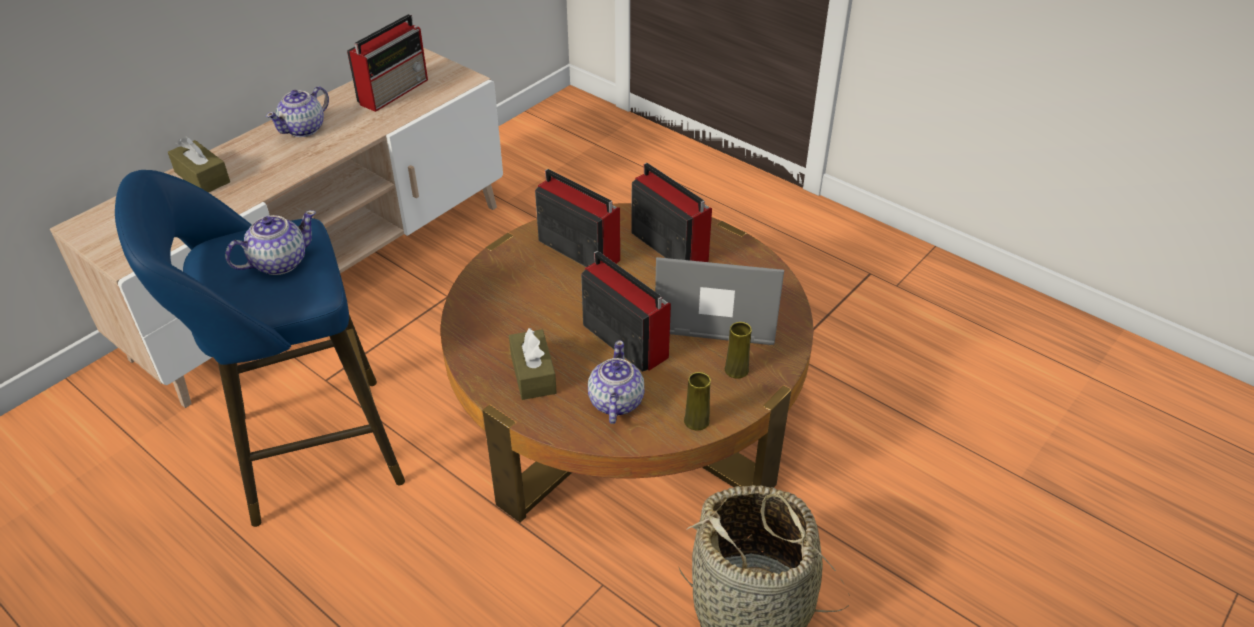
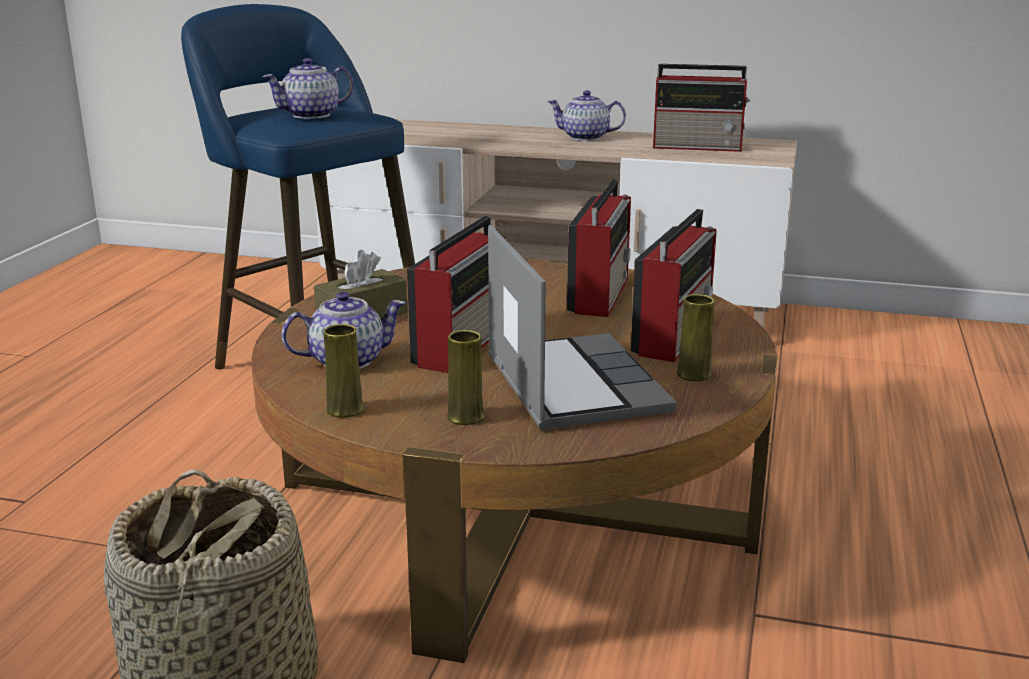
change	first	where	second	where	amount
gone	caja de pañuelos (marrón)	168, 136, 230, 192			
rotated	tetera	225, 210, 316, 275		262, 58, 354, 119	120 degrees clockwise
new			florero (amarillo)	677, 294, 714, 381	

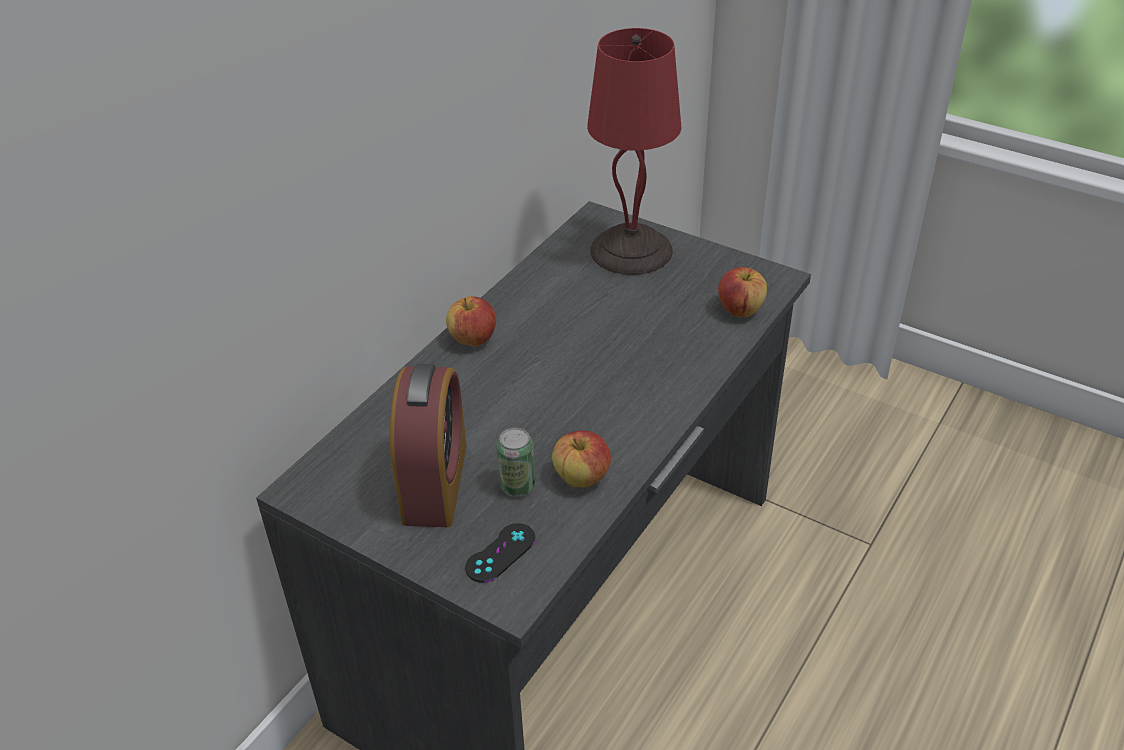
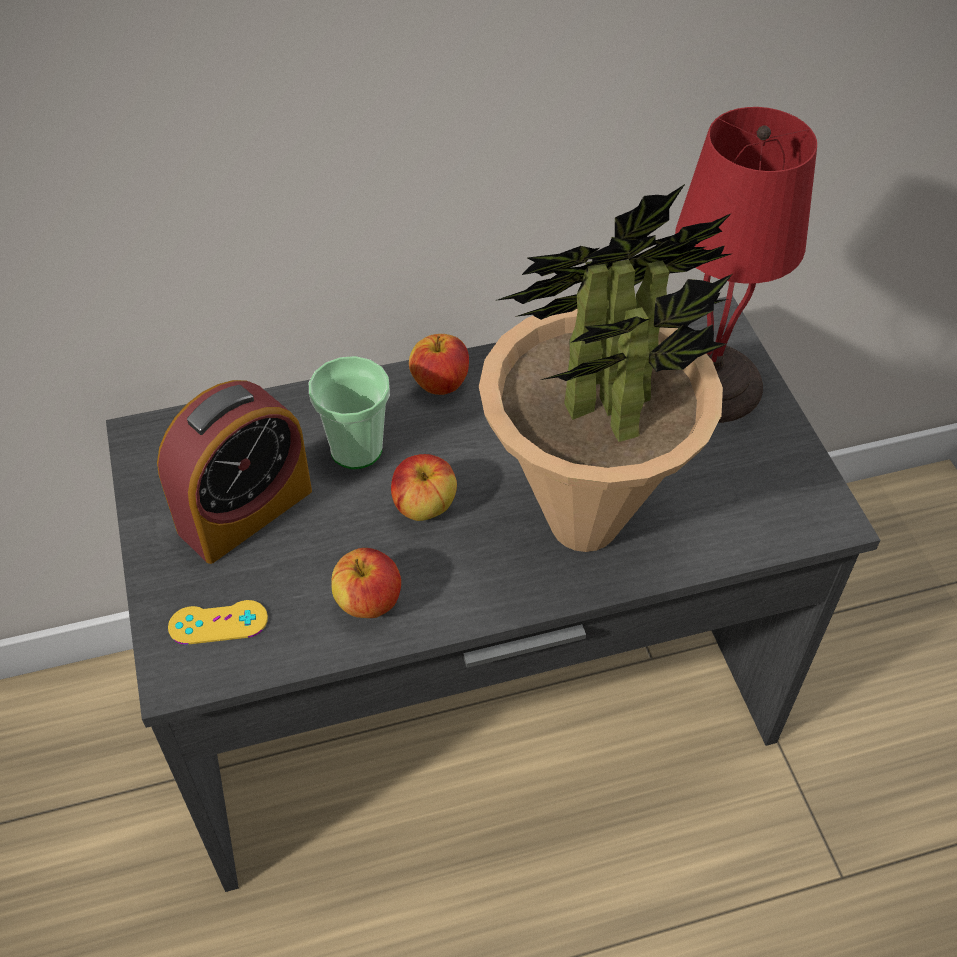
change	first	where	second	where	amount
shifted	manzana	718, 267, 767, 317		391, 454, 457, 521	
gone	lata	497, 427, 535, 497			
repainted	mando de consola (negro)	465, 523, 536, 583	mando de consola (amarillo)	168, 600, 268, 645	
new			planta en maceta	479, 184, 732, 552	
new			taza	309, 356, 390, 469	

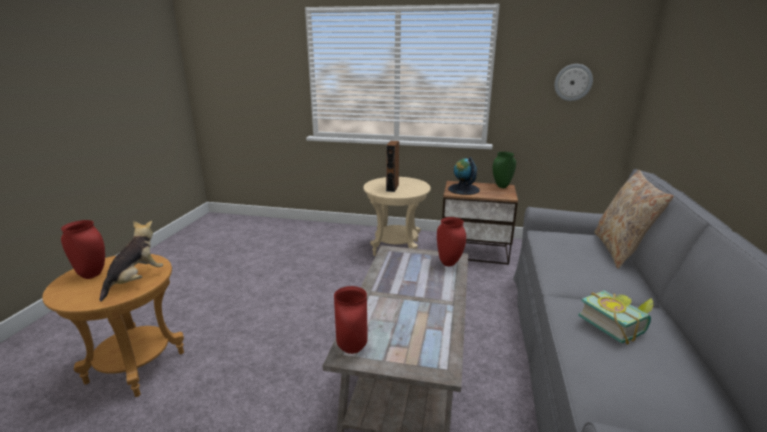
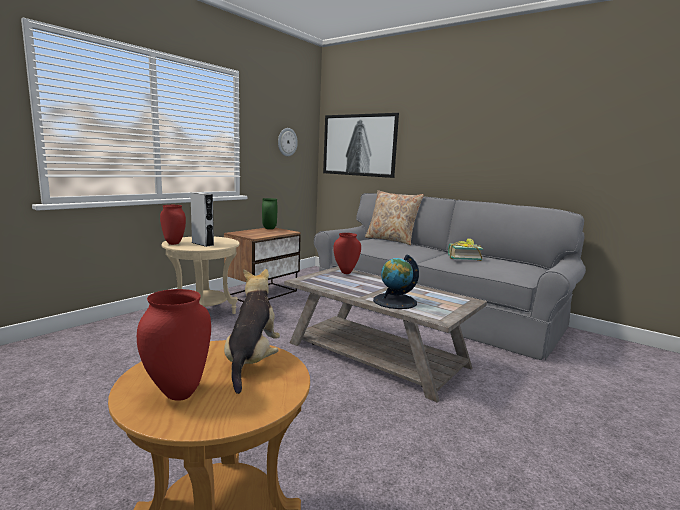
change	first	where	second	where	amount
repainted	altavoz (marrón)	386, 141, 399, 192	altavoz (gris)	190, 192, 214, 247	
shifted	globo terráqueo	448, 157, 480, 195		373, 254, 419, 309	
rotated	peluche	100, 221, 163, 302		224, 269, 280, 394	45 degrees clockwise
shifted	florero (rojo)	334, 286, 368, 354		160, 205, 186, 245	
new			cuadro	323, 113, 399, 178	

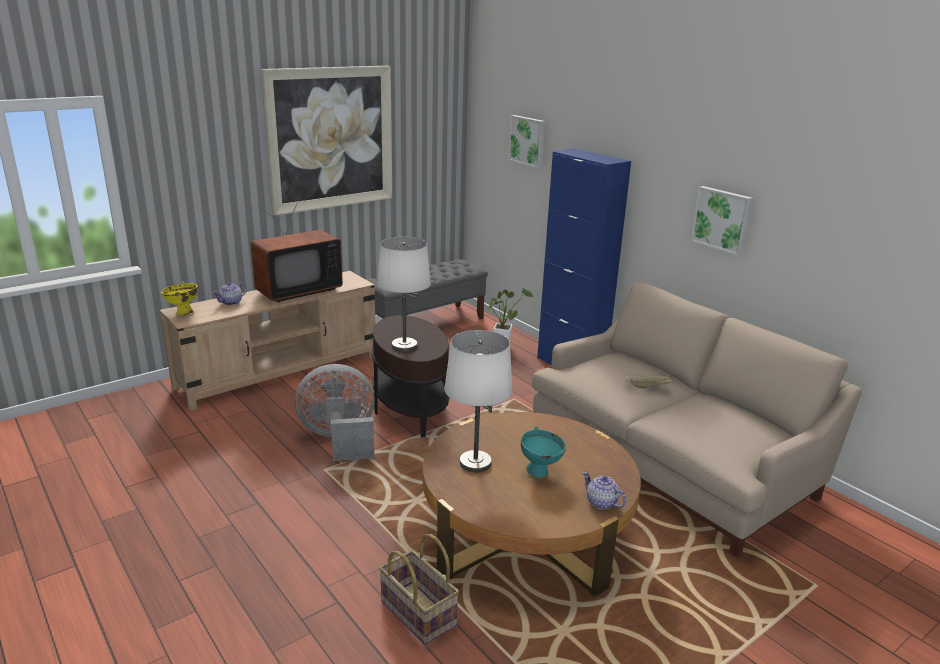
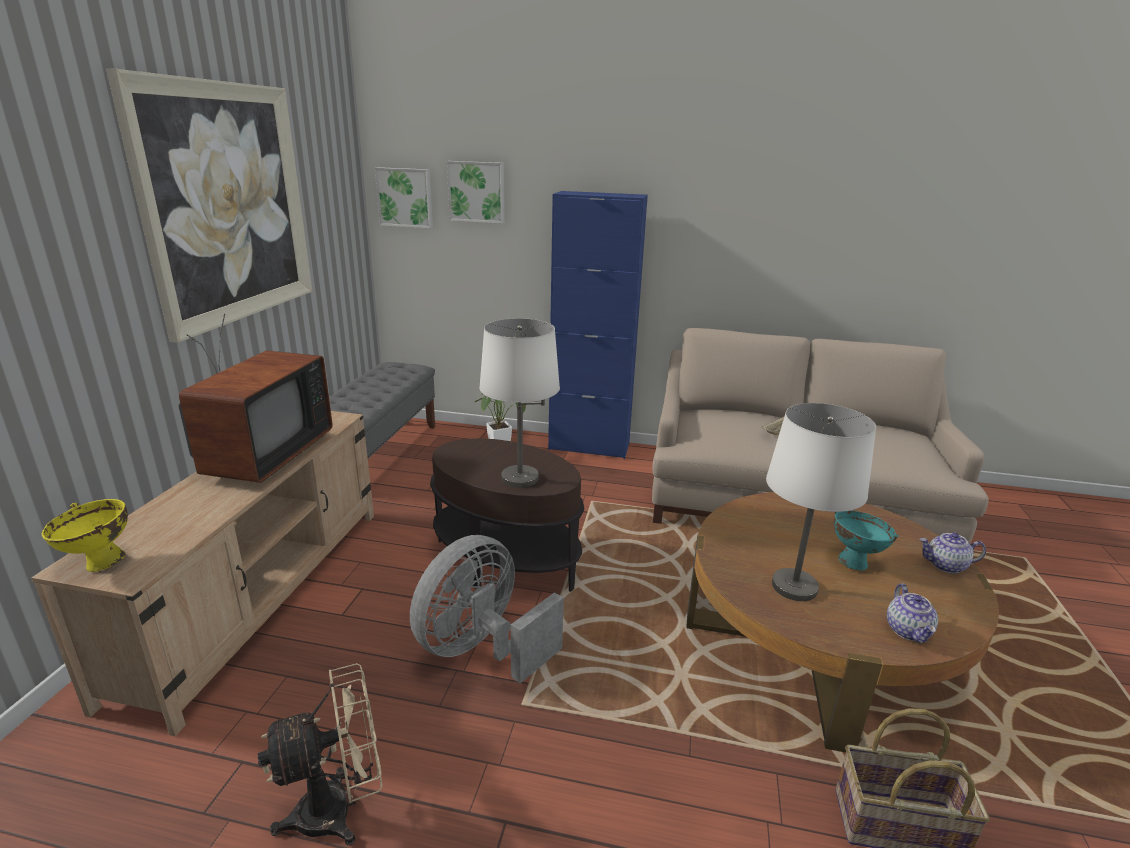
change	first	where	second	where	amount
shifted	cuadro	691, 186, 753, 255		375, 167, 433, 228	
shifted	tetera	213, 282, 247, 305		887, 584, 938, 643	
new			ventilador (beis)	258, 663, 382, 845	

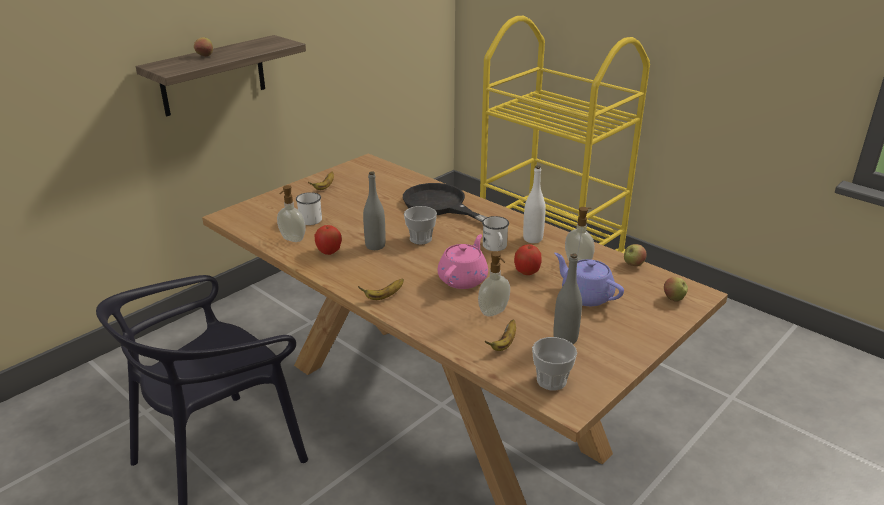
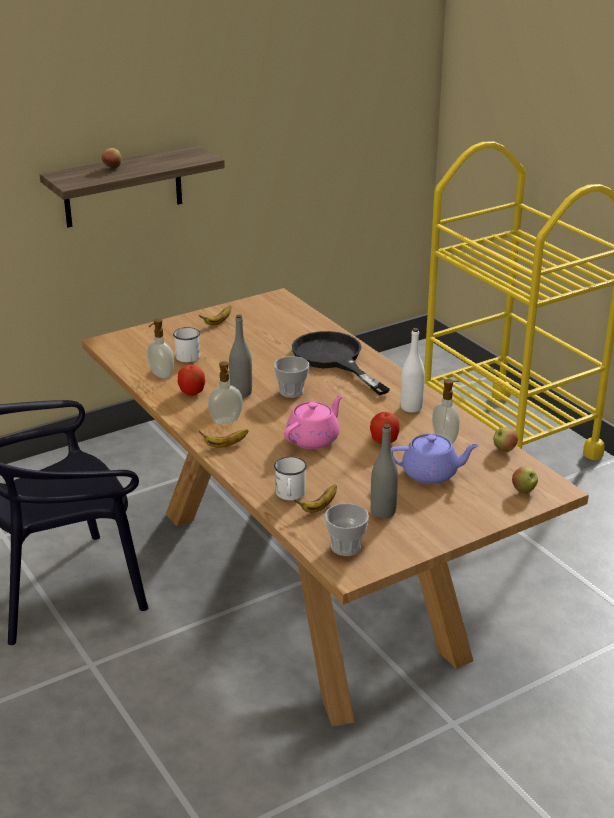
change	first	where	second	where	amount
shifted	taza grande (blanco)	482, 216, 509, 251		274, 457, 307, 500	
shifted	dispensador de jabón	478, 251, 510, 316		208, 361, 243, 424	
rotated	tetera (morado)	554, 253, 624, 306		391, 434, 480, 484	120 degrees clockwise

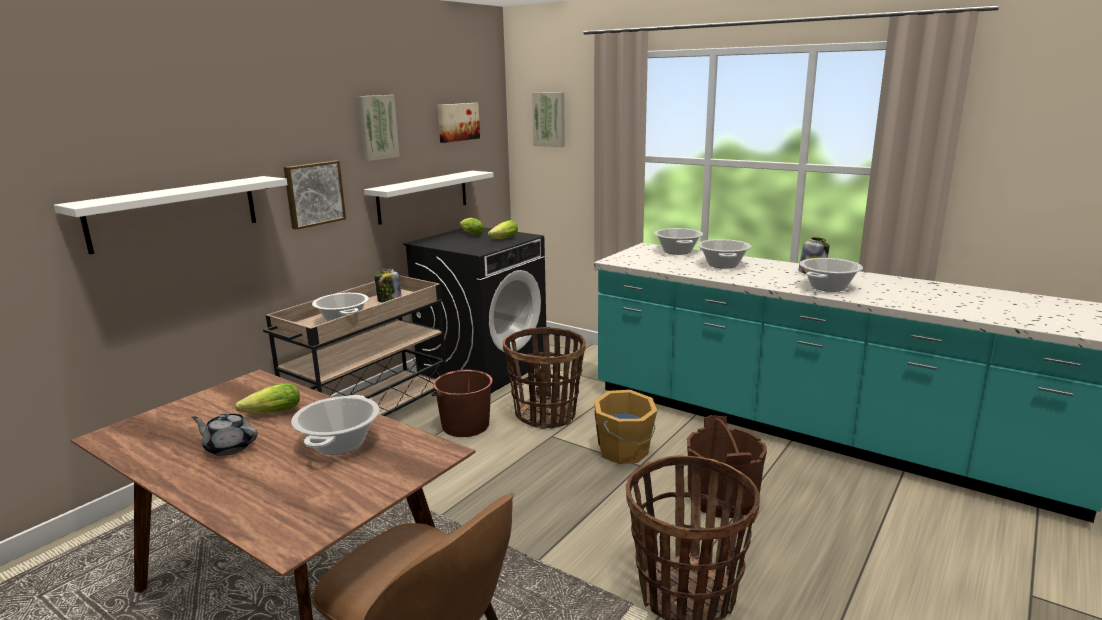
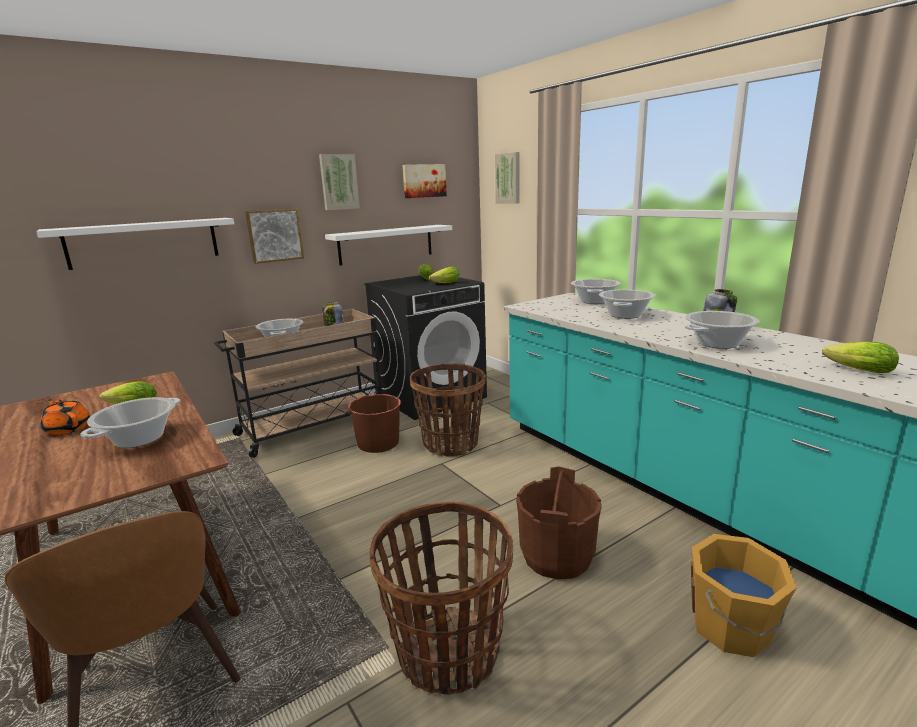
change	first	where	second	where	amount
shifted	cubo (naranja)	594, 390, 657, 464		691, 534, 797, 657	
repainted	tetera (gris)	191, 413, 258, 456	tetera (naranja)	40, 399, 90, 435	
new			lechuga	822, 342, 899, 373	

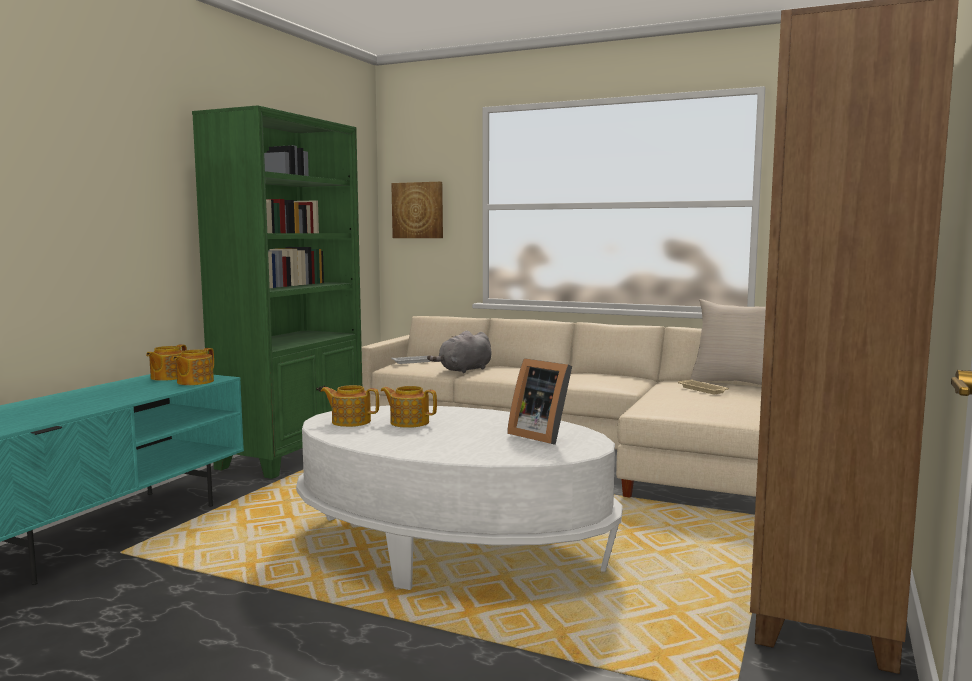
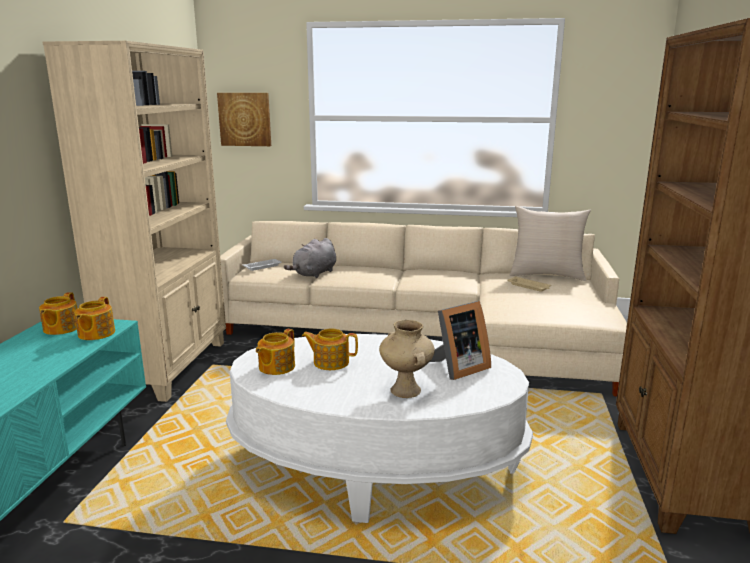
change	first	where	second	where	amount
repainted	estantería (verde)	192, 105, 362, 479	estantería (beis)	43, 41, 226, 402	
rotated	portarretratos	507, 358, 572, 445		430, 301, 491, 380	60 degrees counterclockwise
rotated	tetera	321, 385, 379, 427		256, 329, 295, 375	60 degrees counterclockwise
new			florero (beis)	379, 320, 435, 398	

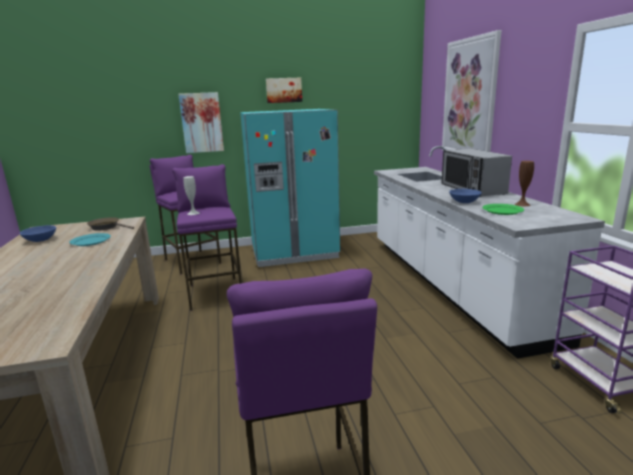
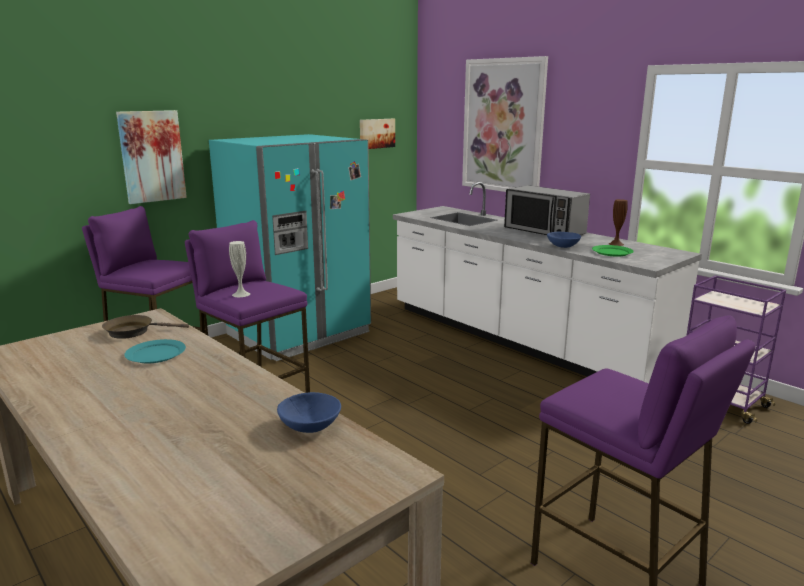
change	first	where	second	where	amount
shifted	cuadro	266, 78, 302, 103		360, 119, 395, 149	
shifted	cuenco (azul)	20, 225, 56, 242		277, 392, 341, 433	

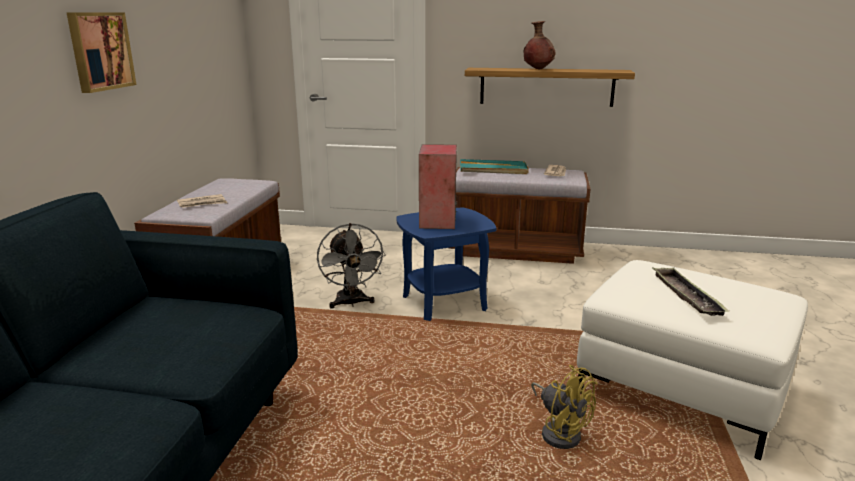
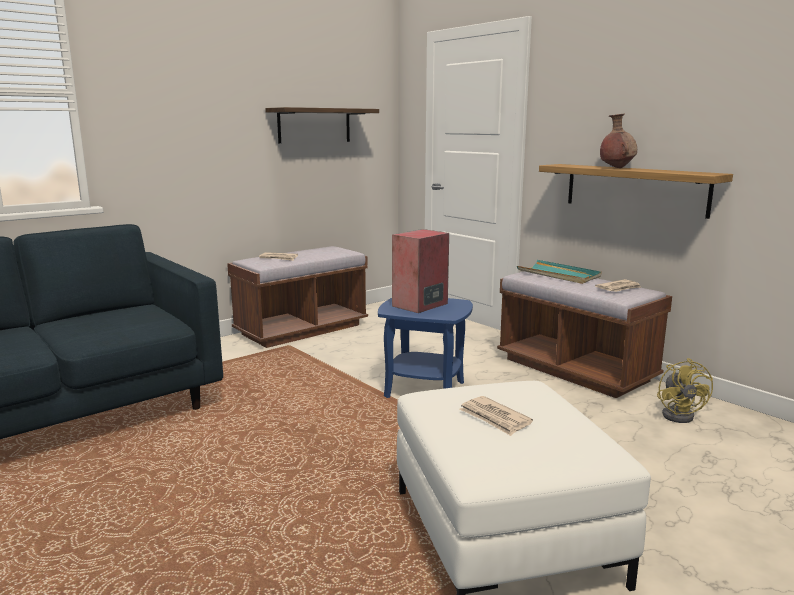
change	first	where	second	where	amount
gone	cuadro	66, 12, 137, 93			
gone	ventilador (gris)	317, 223, 385, 309			
swapped	bandeja	652, 267, 730, 316	periódico	460, 396, 533, 436	
shifted	ventilador (amarillo)	531, 365, 598, 449		657, 358, 713, 423	
new			estante	265, 107, 379, 143	

